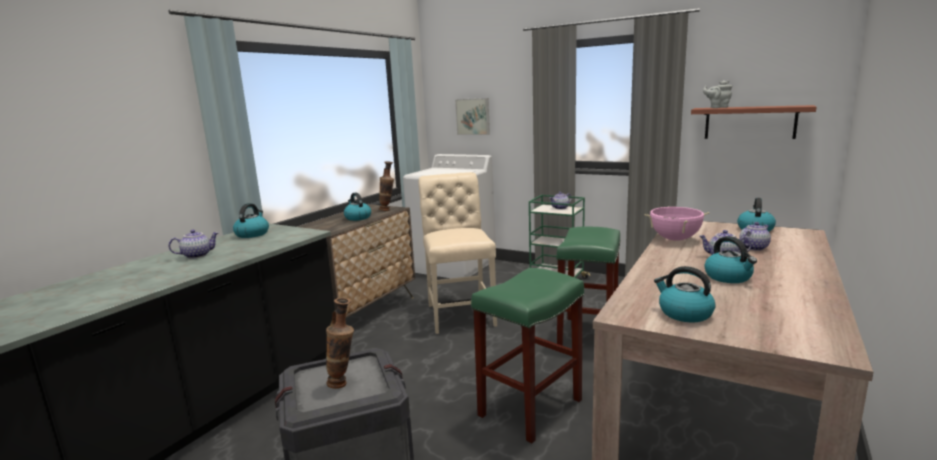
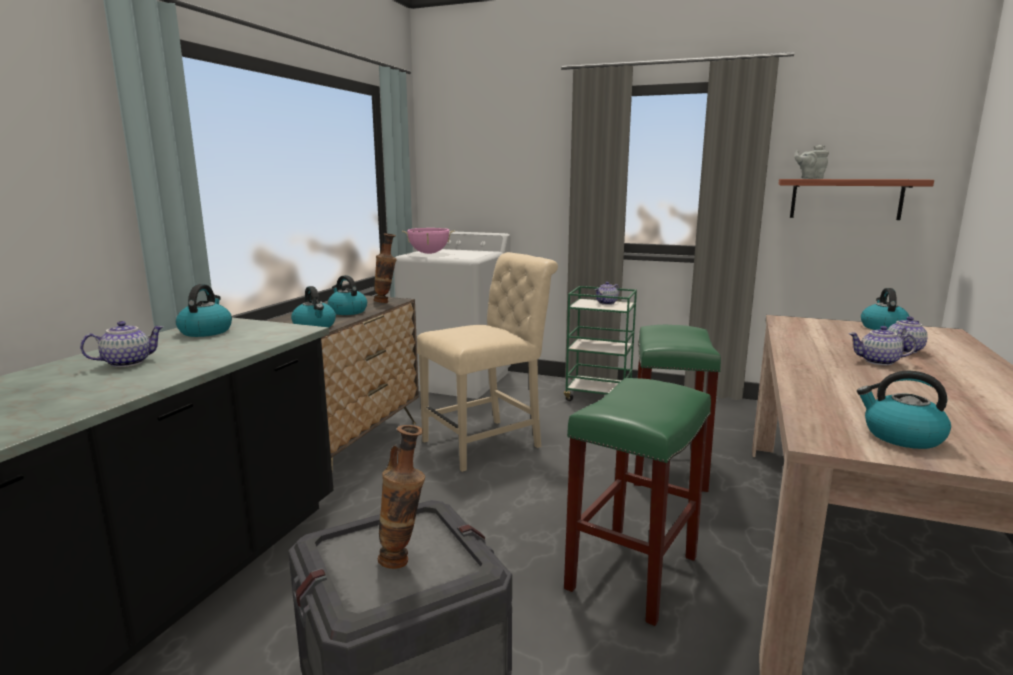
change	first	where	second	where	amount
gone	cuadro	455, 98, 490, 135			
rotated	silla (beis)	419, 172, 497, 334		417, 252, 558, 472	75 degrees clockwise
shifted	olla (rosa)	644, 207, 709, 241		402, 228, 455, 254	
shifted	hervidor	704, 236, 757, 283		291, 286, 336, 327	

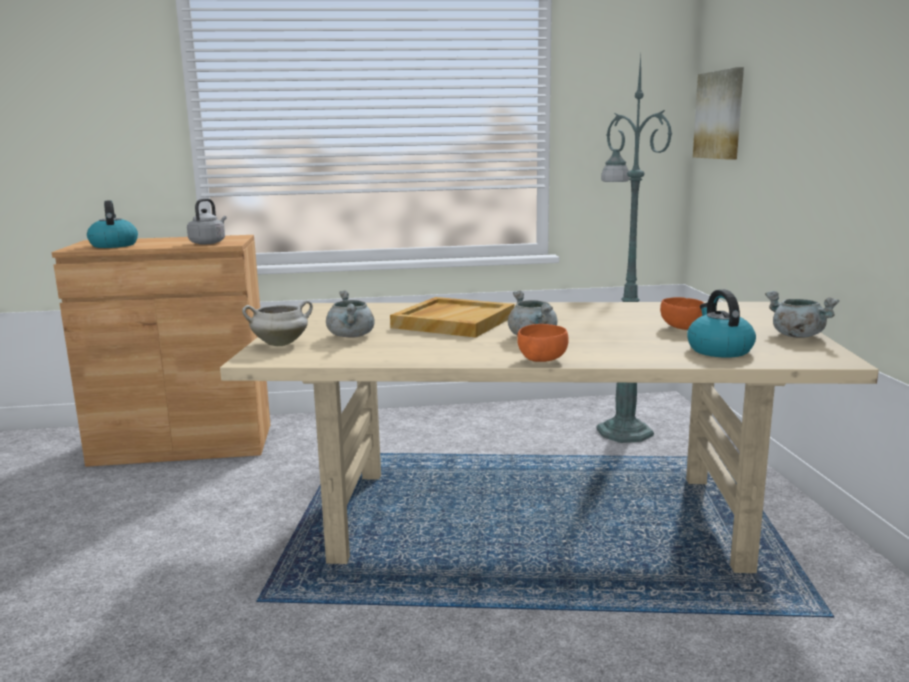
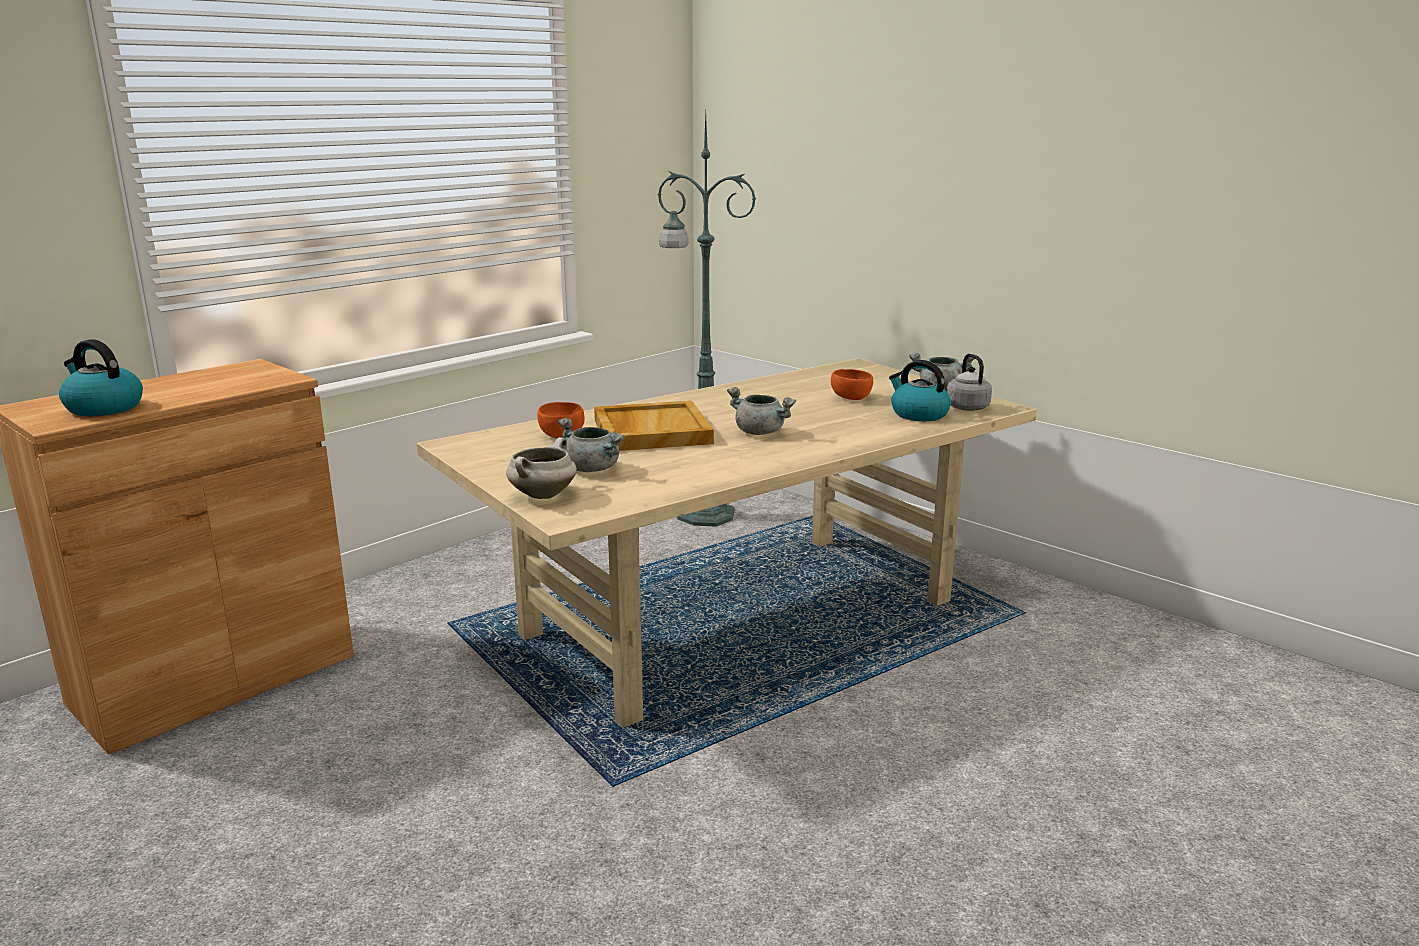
change	first	where	second	where	amount
gone	cuadro	693, 67, 744, 160			
shifted	hervidor (gris)	187, 198, 227, 244		947, 354, 992, 411	
shifted	cuenco (naranja)	517, 324, 568, 362		537, 402, 585, 439	

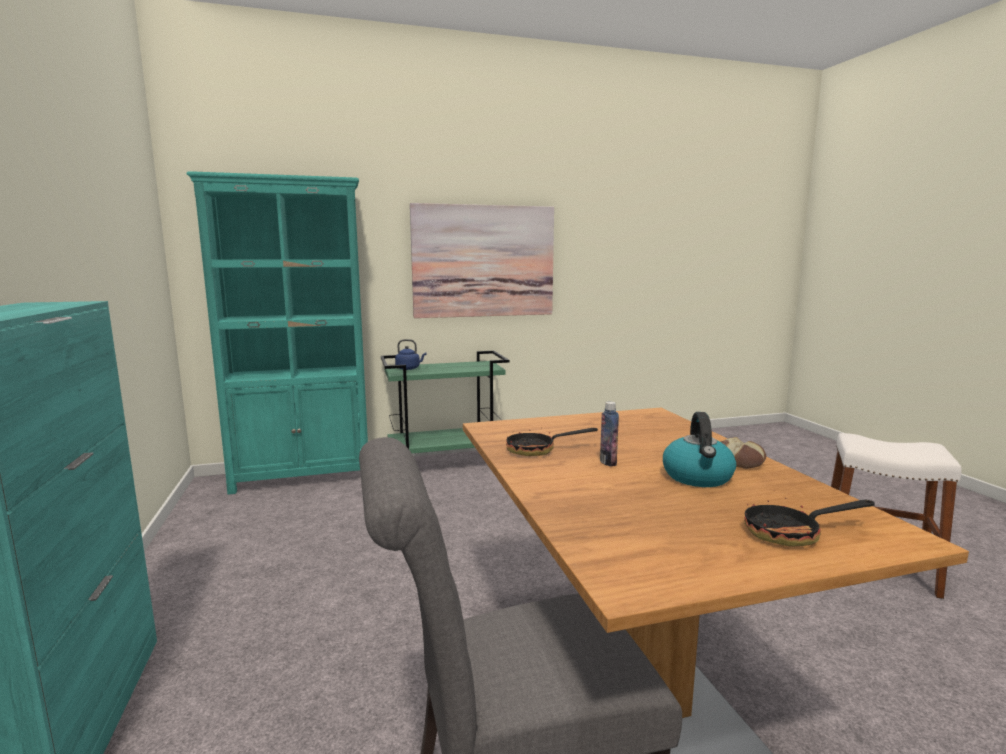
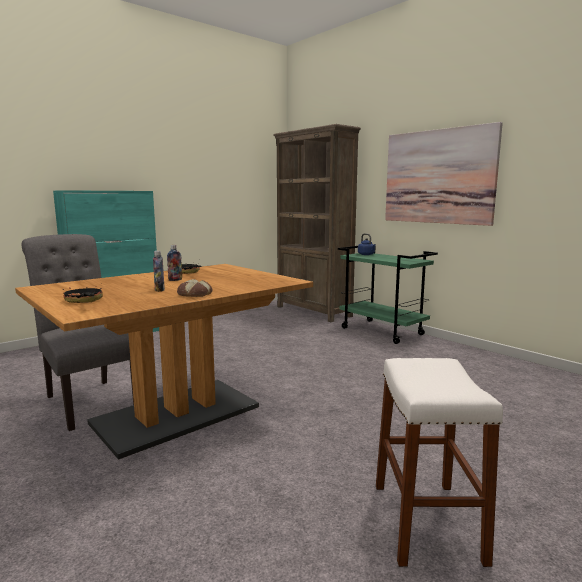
change	first	where	second	where	amount
repainted	estantería (turquesa)	186, 171, 368, 495	estantería (marrón)	274, 124, 361, 322	
swapped	hervidor	663, 412, 736, 487	botella	153, 251, 165, 292	

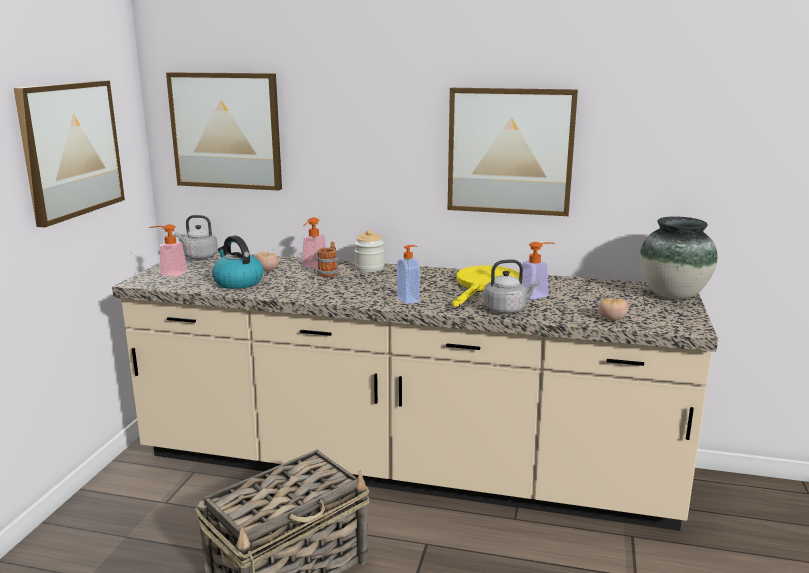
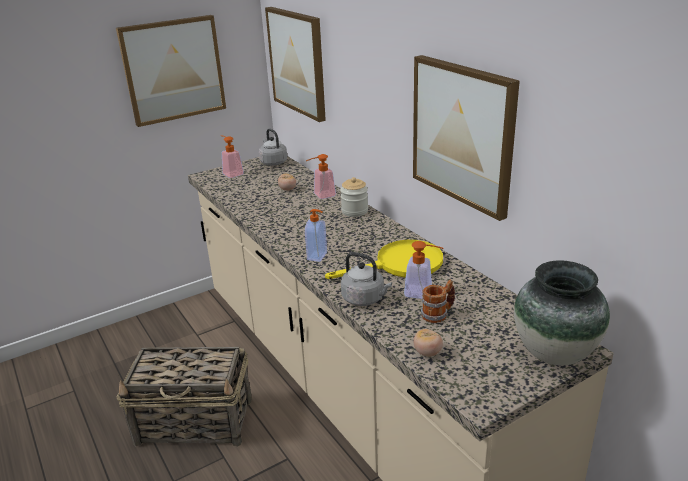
change	first	where	second	where	amount
gone	hervidor	212, 235, 264, 289			
shifted	taza grande	316, 242, 339, 277		421, 280, 455, 323	

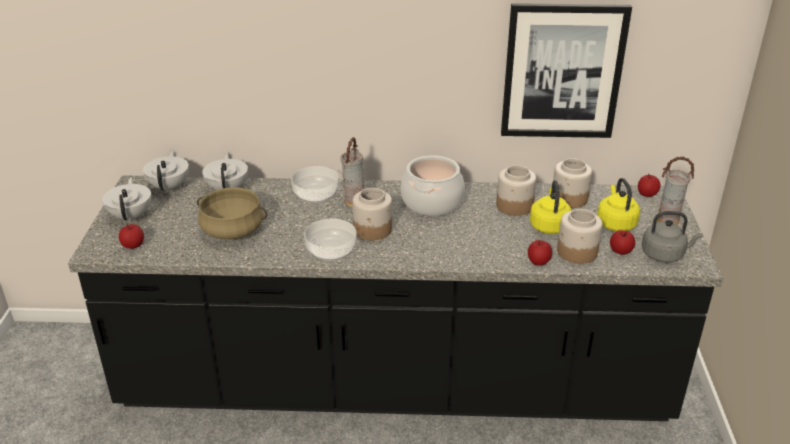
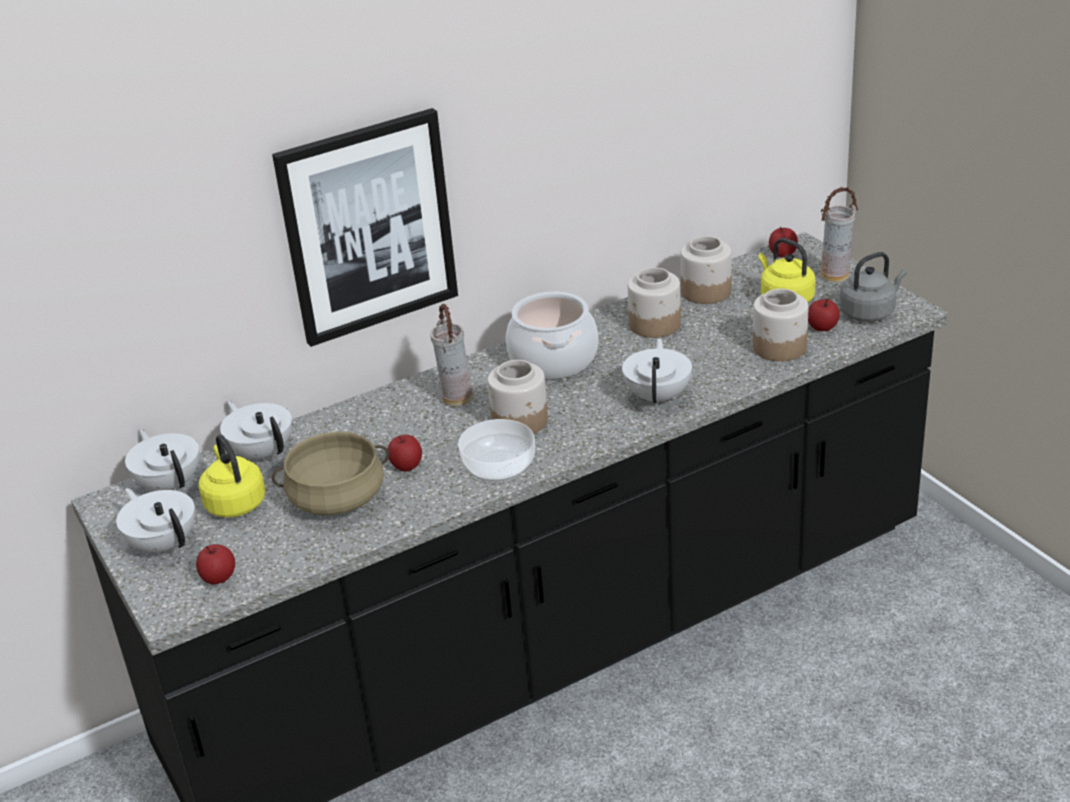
change	first	where	second	where	amount
shifted	cuadro	501, 3, 632, 138		272, 108, 458, 347	
gone	cuenco	291, 166, 339, 204			
shifted	hervidor (amarillo)	530, 180, 572, 234		198, 434, 265, 518	
shifted	manzana	528, 240, 552, 266		388, 435, 422, 471	
new			tetera (blanco)	622, 338, 692, 407	

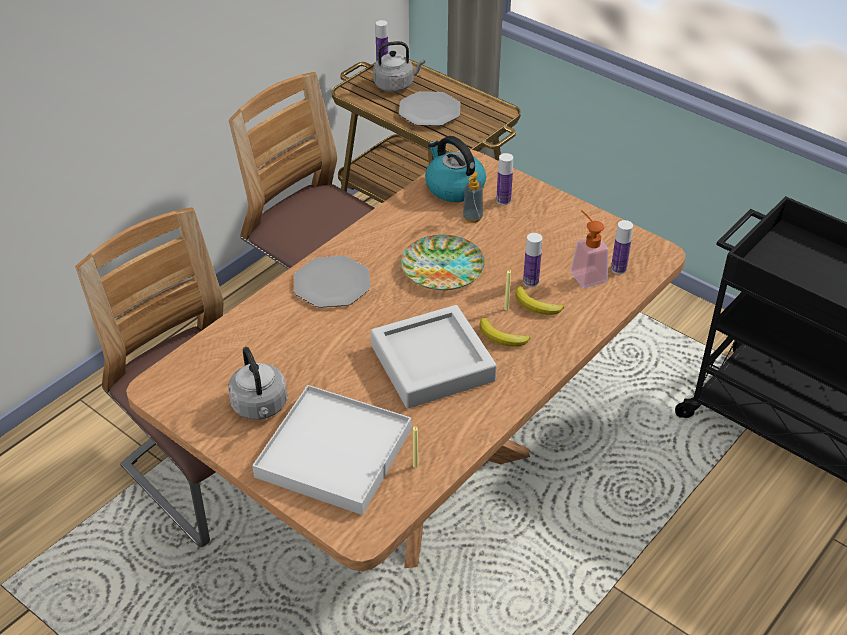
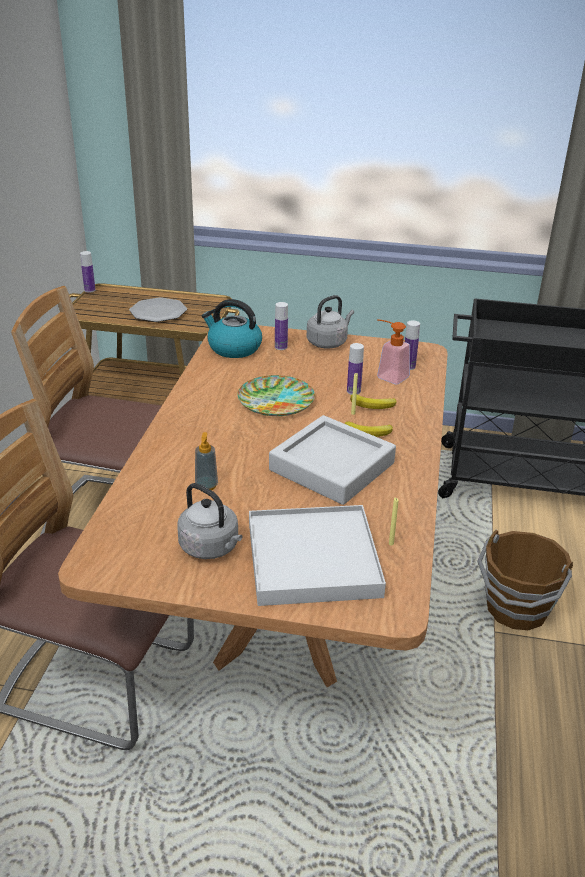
change	first	where	second	where	amount
shifted	hervidor (gris)	373, 41, 425, 92		307, 295, 354, 349	
shifted	dispensador de jabón	463, 172, 483, 223		195, 432, 218, 490	
gone	plato	294, 256, 371, 308			
new			cubo (marrón)	477, 530, 573, 630	

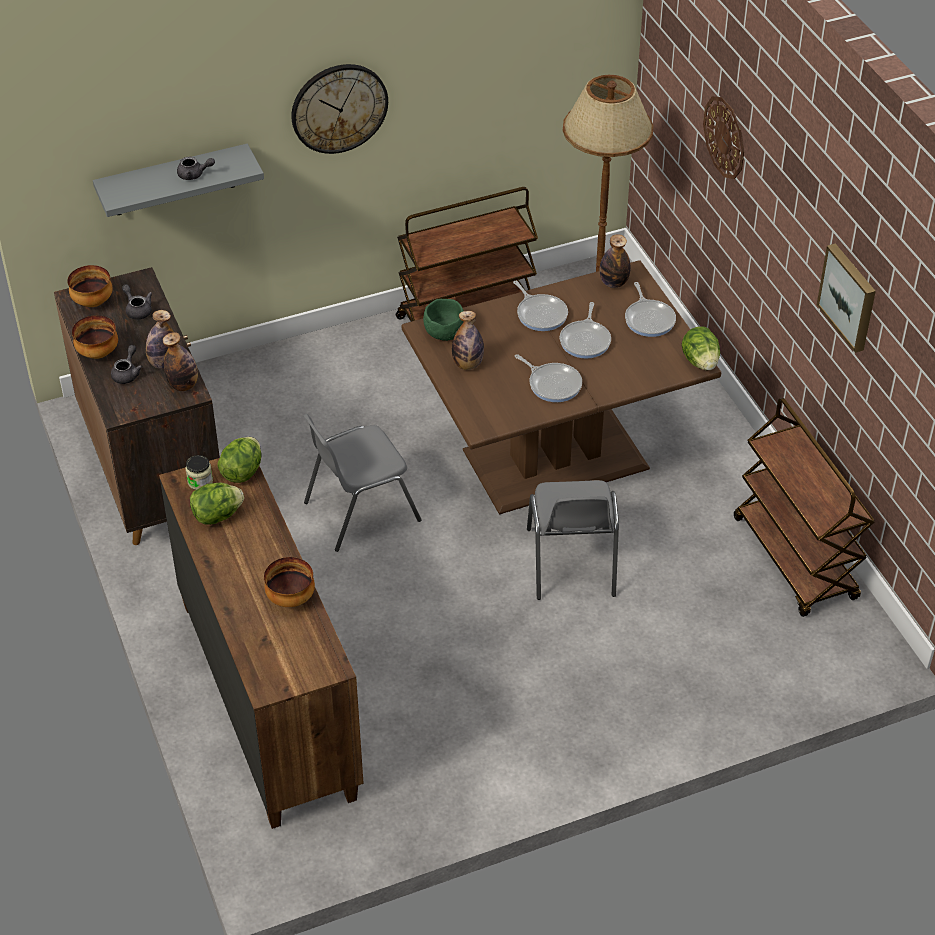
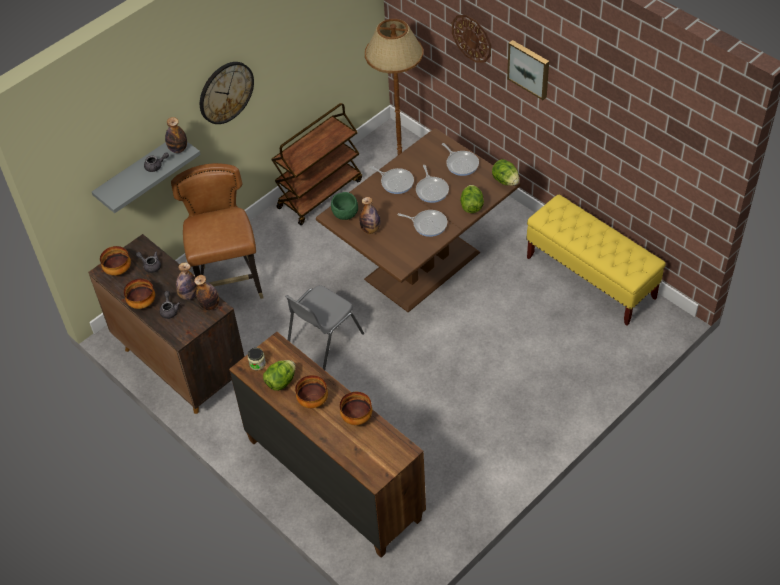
change	first	where	second	where	amount
shifted	botella	600, 234, 630, 288		165, 117, 187, 153	
shifted	cuadro	817, 243, 876, 353		507, 40, 549, 100	
swapped	carrito (marrón)	734, 398, 875, 617	banco (amarillo)	526, 195, 666, 326	
shifted	lechuga	217, 437, 261, 483		460, 185, 484, 213	
gone	silla (gris)	527, 480, 619, 600			
new			silla (marrón)	171, 163, 263, 299	
new			cuenco	295, 375, 328, 408	

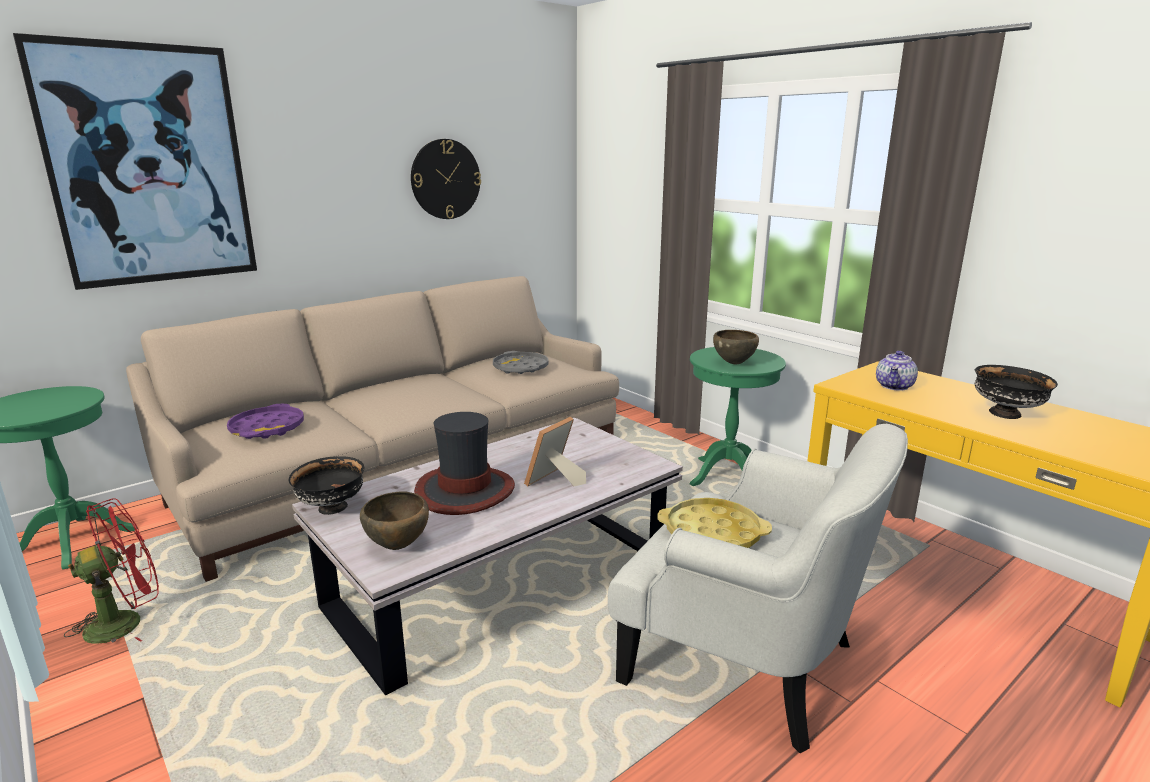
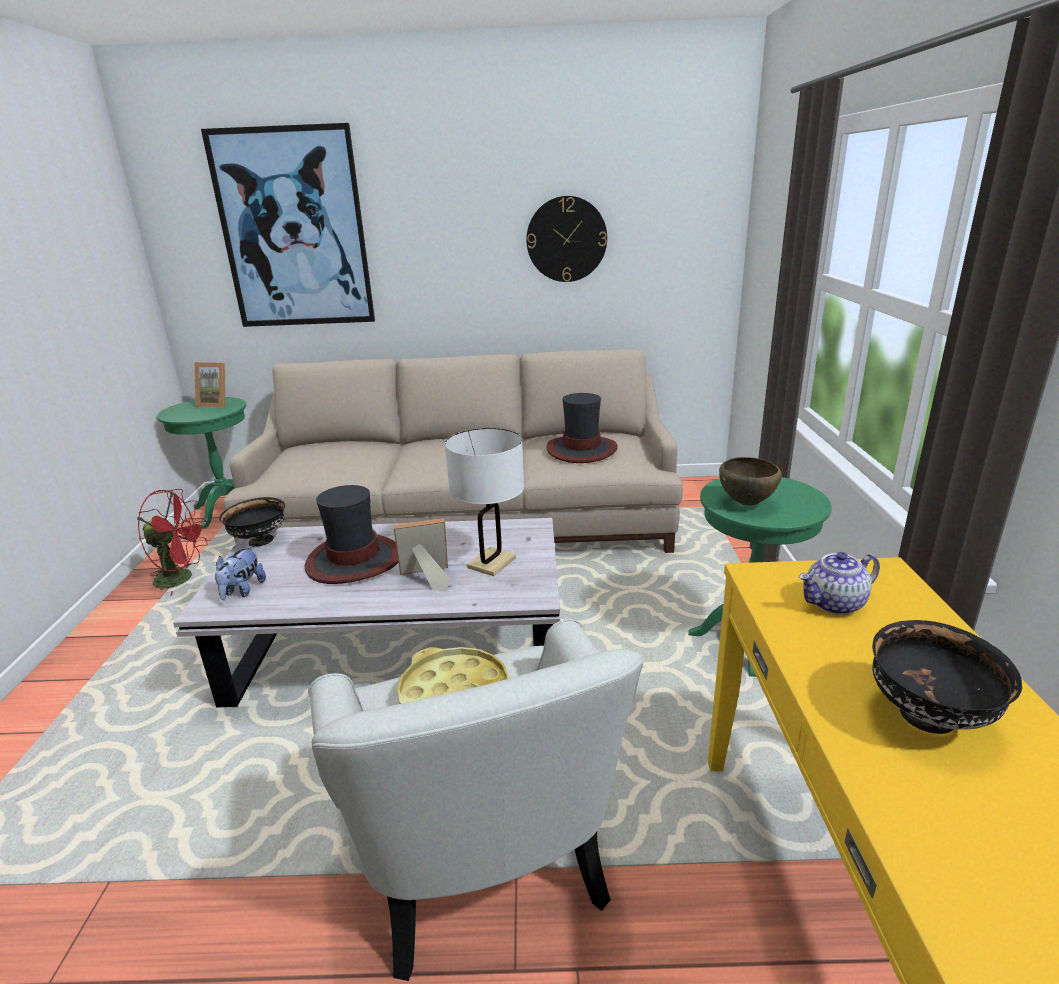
change	first	where	second	where	amount
swapped	bandeja (gris)	493, 351, 549, 374	sombrero	546, 393, 618, 463	
gone	bandeja (morado)	227, 404, 304, 439			
swapped	cuenco (marrón)	360, 491, 429, 550	peluche	215, 545, 266, 600	
new			portarretratos	195, 362, 225, 408	
new			lámpara de mesa (blanco)	445, 428, 524, 576	

